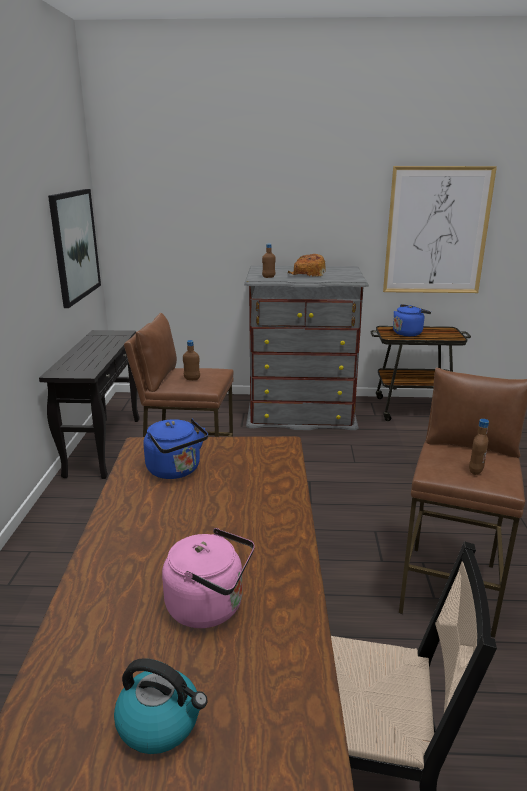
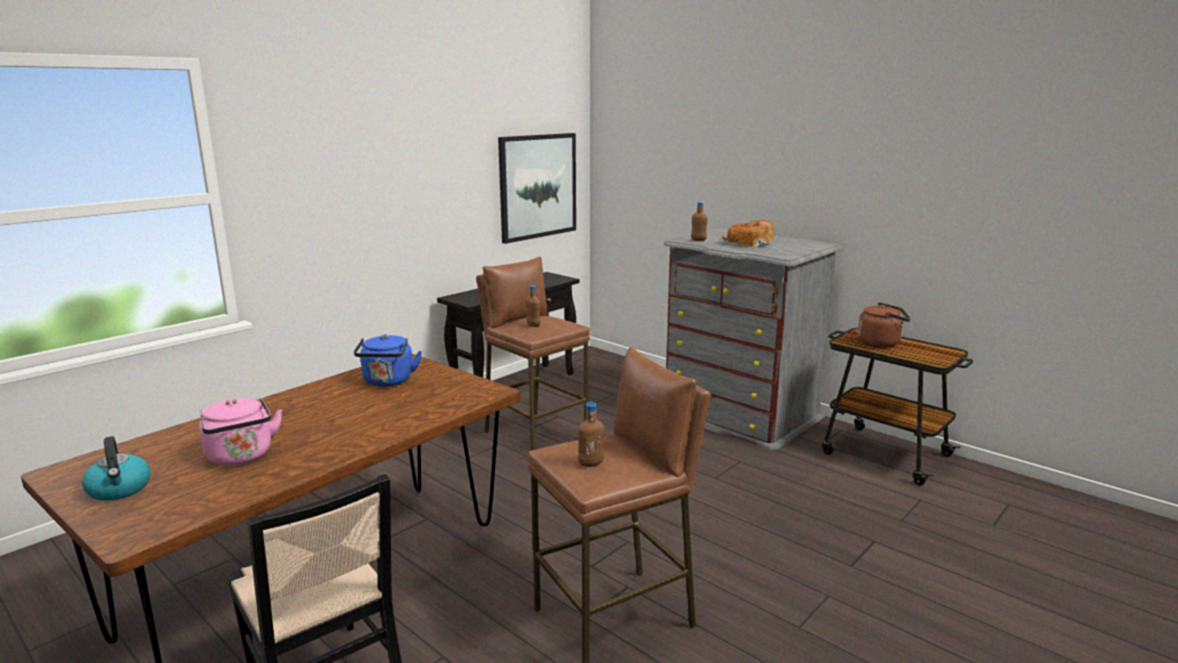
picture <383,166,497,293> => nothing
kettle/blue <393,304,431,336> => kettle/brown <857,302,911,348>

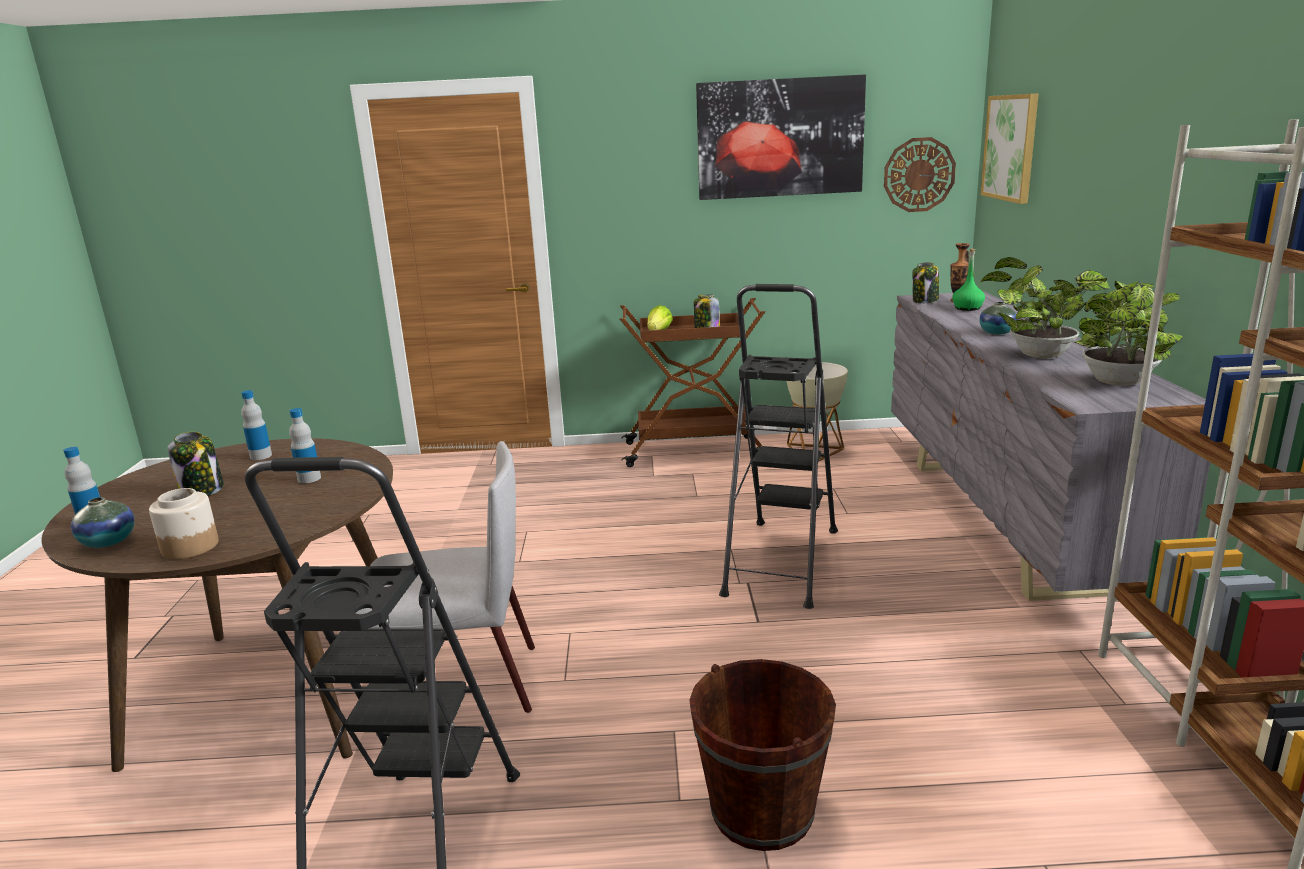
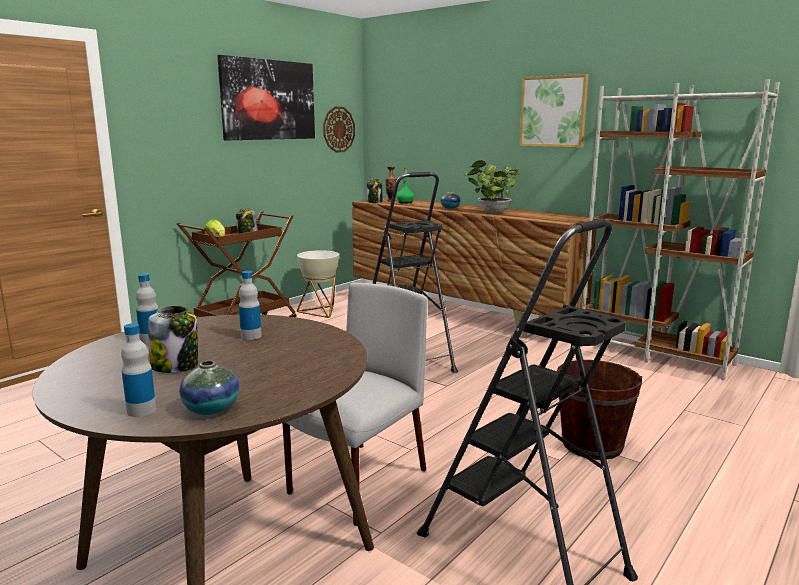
jar <149,488,219,559> => nothing
potted plant <1075,281,1183,386> => nothing
picture <981,93,1038,204> => picture <519,74,589,147>, relocated
cabinet/grey <891,291,1210,601> => cabinet/brown <352,197,596,338>

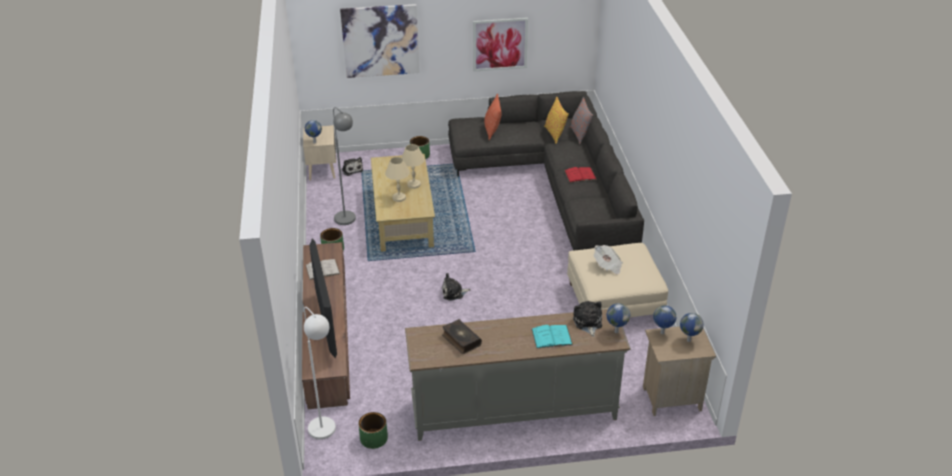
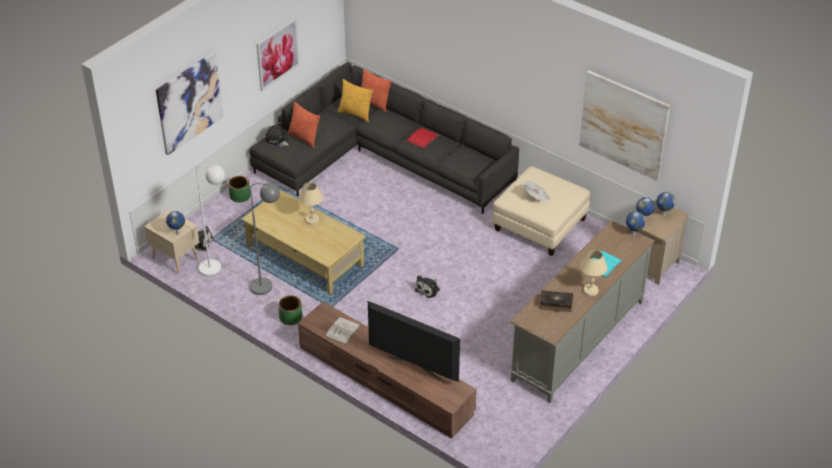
planter/green <358,412,388,449> => nothing
nothing => picture <579,70,670,181>
floor lamp/white <304,307,336,440> => floor lamp/white <196,165,225,277>, relocated
table lamp/beige <385,157,410,202> => table lamp/beige <580,250,607,296>, relocated
plush toy <573,301,602,337> => plush toy <265,122,289,147>, relocated
pillow/grey <570,97,593,144> => pillow/orange <361,69,392,112>

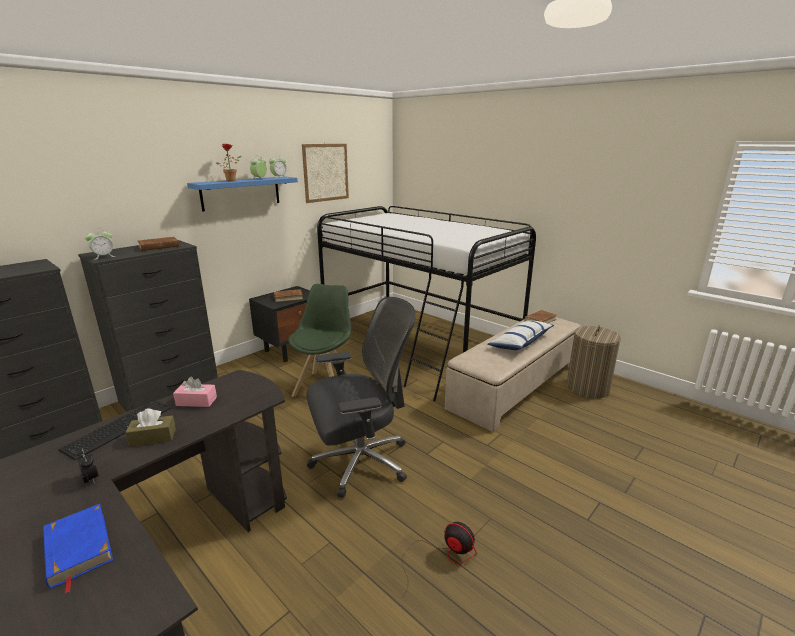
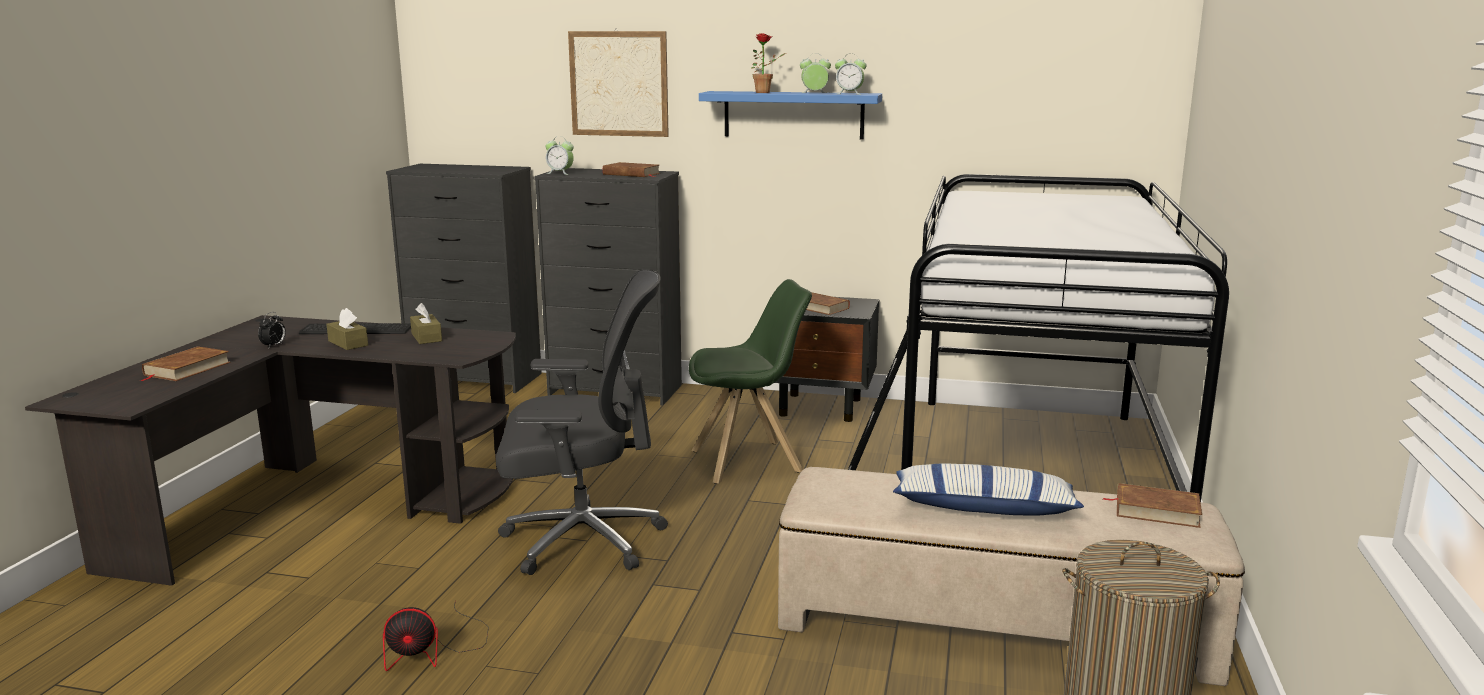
picture <302,143,349,203> => picture <568,28,669,137>, relocated
book/blue <43,504,113,594> => book/brown <140,346,231,381>
tissue box/pink <173,377,217,407> => tissue box/brown <410,303,442,344>
office chair <306,297,416,498> => office chair <496,269,668,575>, 45 degrees counterclockwise
fan <401,522,477,599> => fan <383,600,489,671>, 75 degrees clockwise

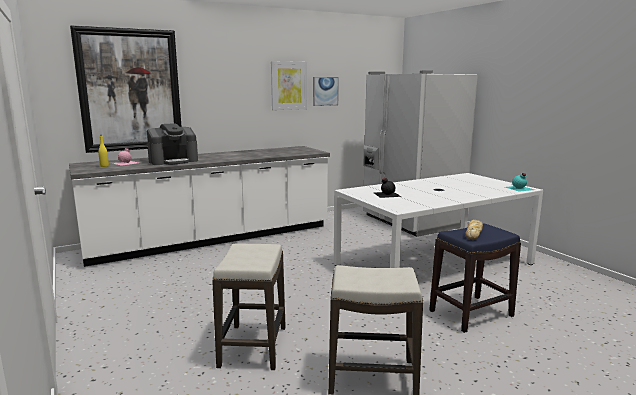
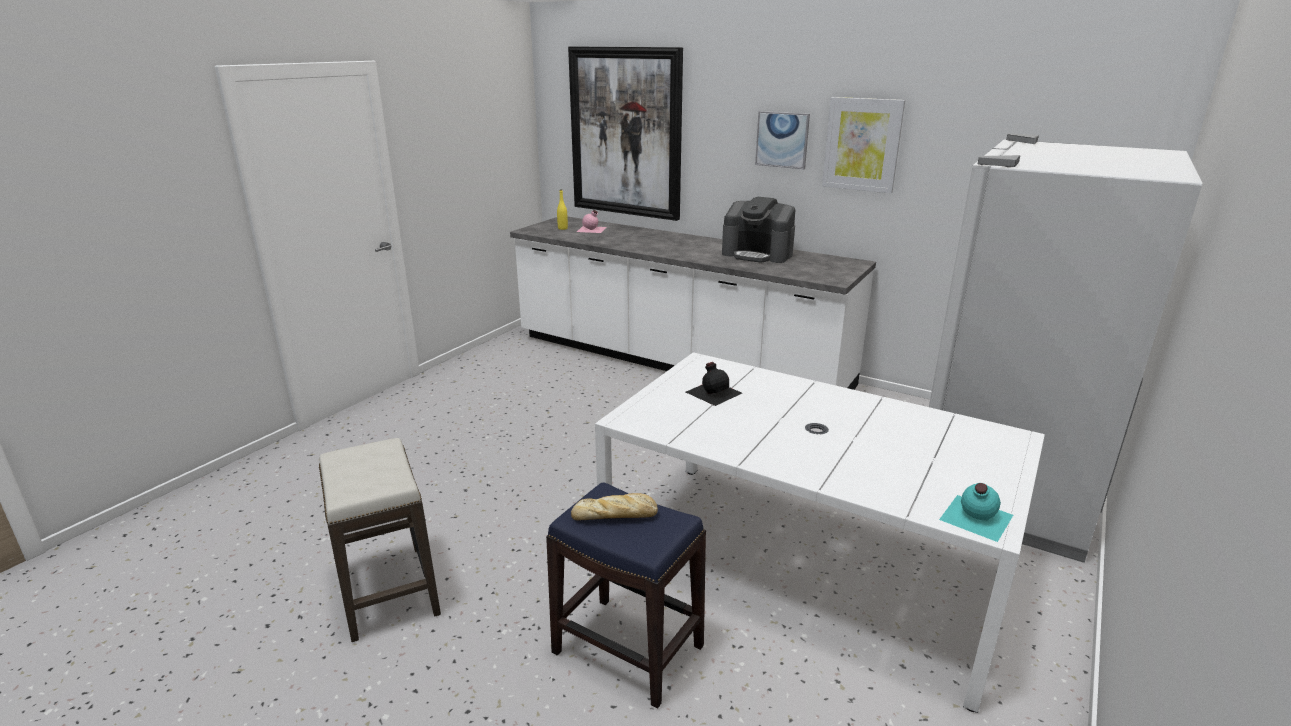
stool <212,244,286,370> => nothing
coffee machine <147,123,198,165> => coffee machine <722,197,795,263>, relocated
picture <313,77,339,106> => picture <755,111,810,169>, relocated

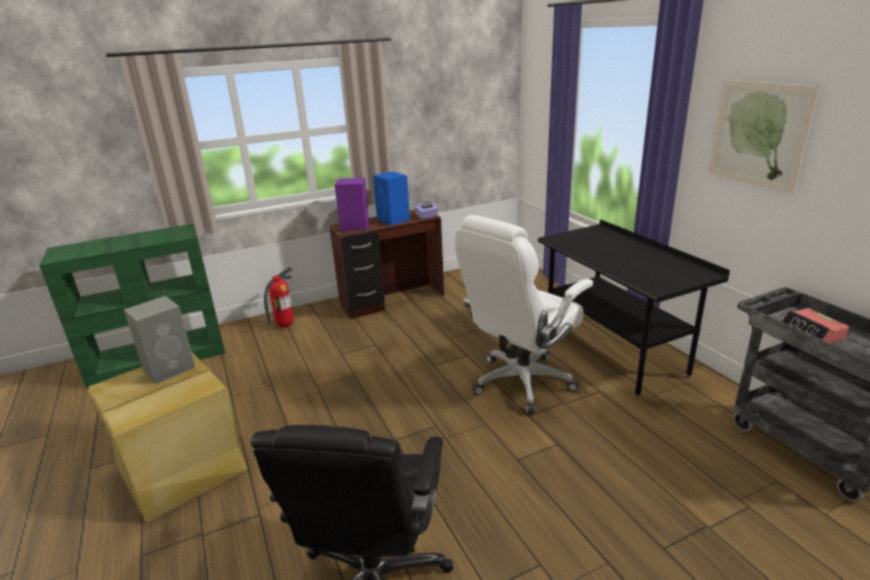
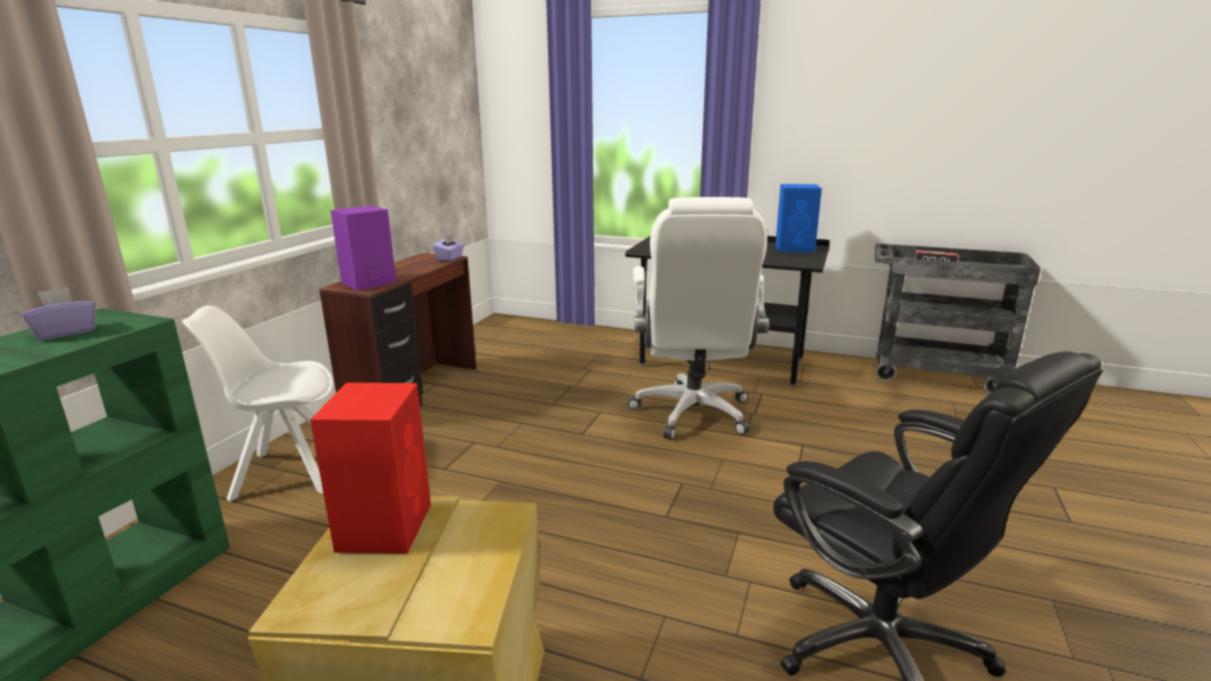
picture <708,80,820,194> => nothing
nothing => tissue box/purple <22,287,96,341>
speaker/blue <373,171,410,226> => speaker/blue <775,184,822,253>, relocated
fire extinguisher <264,267,294,327> => chair/white <182,306,333,501>
speaker/grey <124,296,195,384> => speaker/red <310,383,431,554>

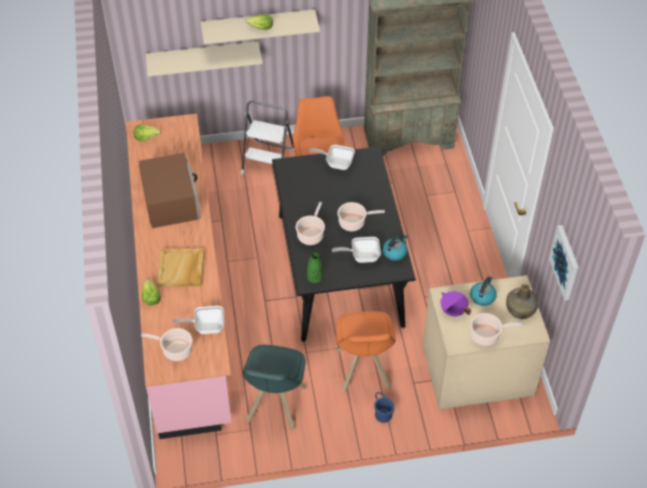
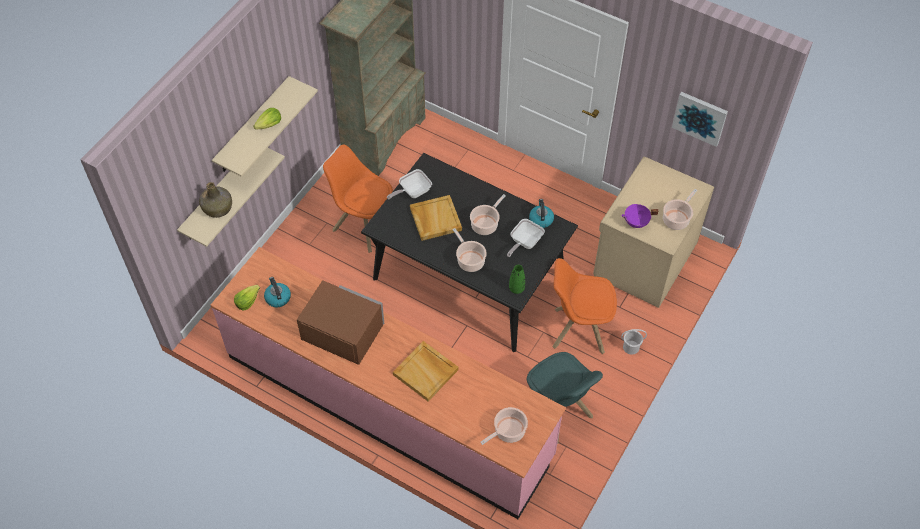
lettuce <142,278,161,306> => nothing
frying pan <172,306,224,334> => nothing
step ladder/white <240,101,294,174> => nothing
nothing => tray/beige <410,195,462,241>
kettle <470,276,497,306> => kettle <264,277,291,307>, relocated
bottle/green <506,284,539,319> => bottle/green <199,182,232,218>, relocated
bucket/blue <374,392,394,423> => bucket/white <621,329,647,355>
chair/orange <336,311,396,393> => chair/orange <552,258,617,354>, 150 degrees clockwise

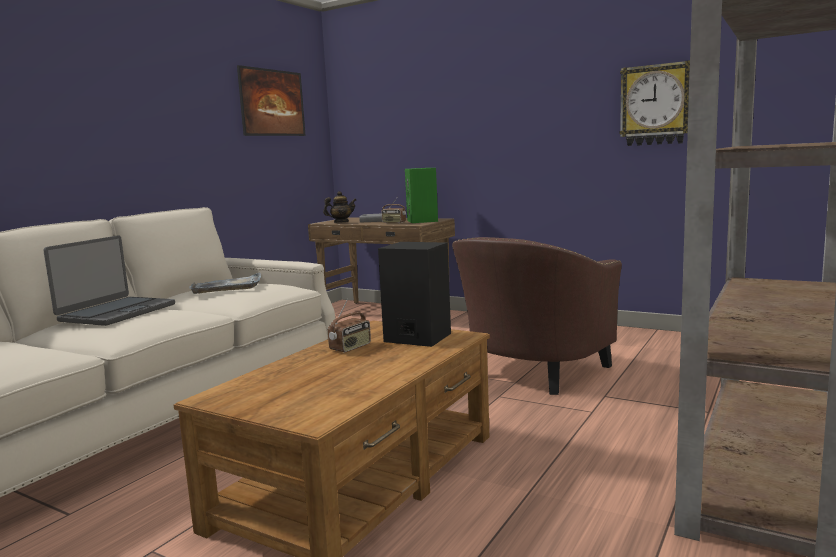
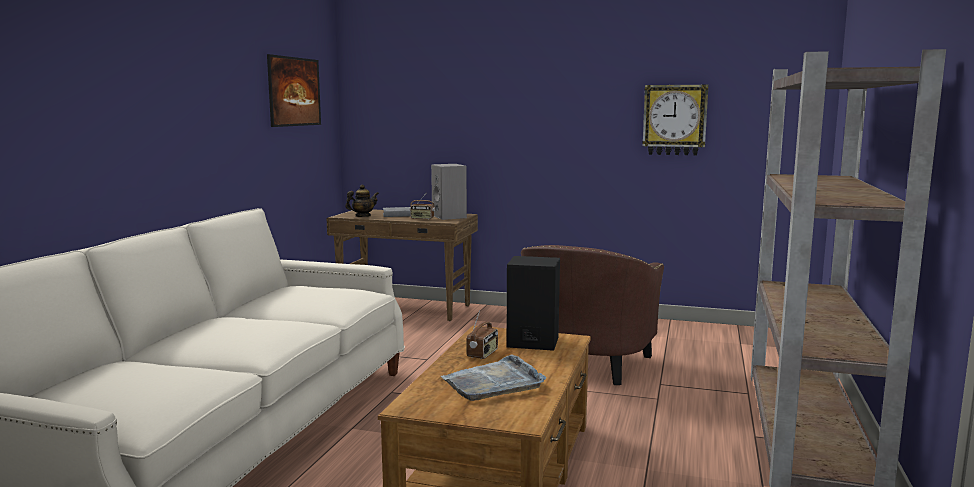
laptop <43,235,175,326> => nothing
tray/grey <189,273,261,294> => tray/grey <441,354,546,401>, relocated
speaker/green <405,168,438,223> => speaker/grey <431,164,467,220>

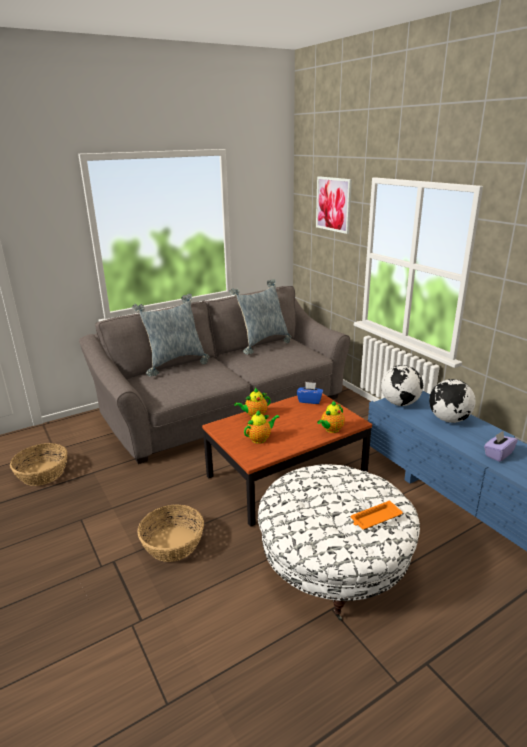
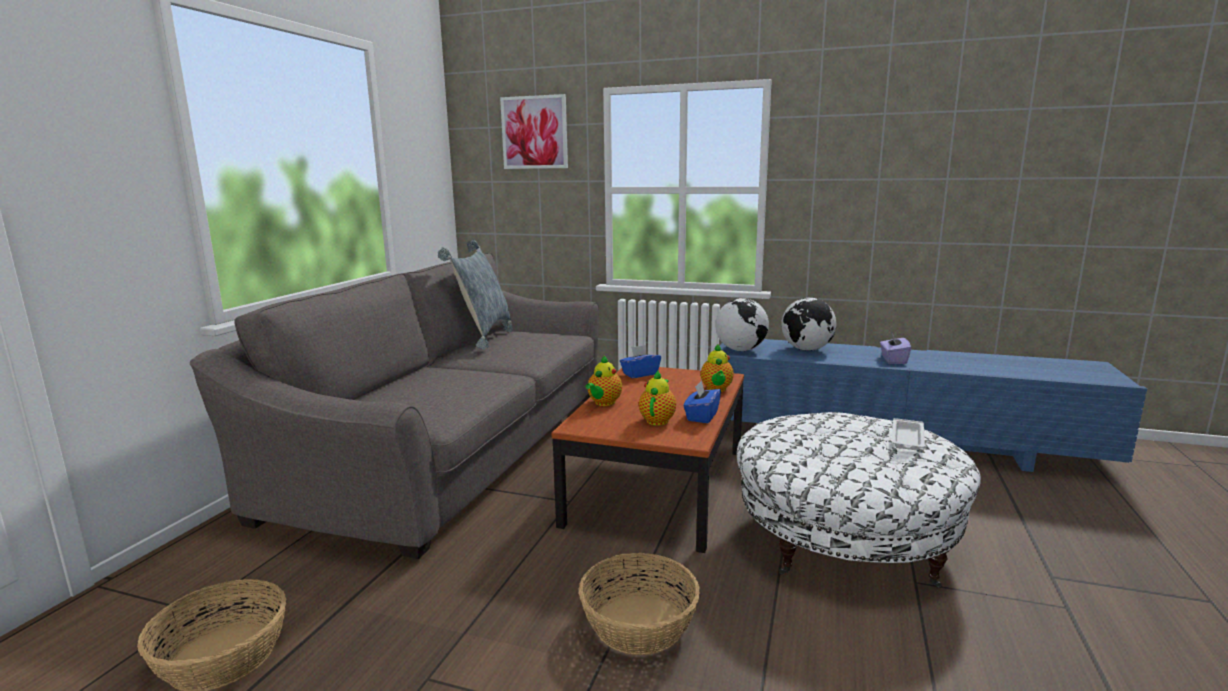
pillow <132,294,210,377> => nothing
nothing => tissue box/blue <684,380,721,423>
tray/orange <351,501,403,529> => tray/white <892,418,925,450>

